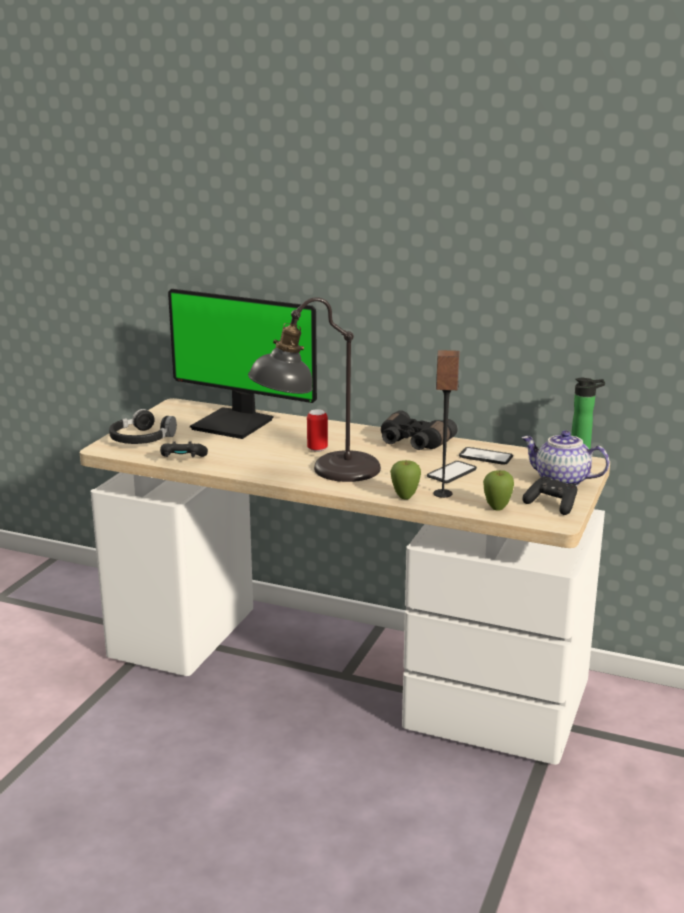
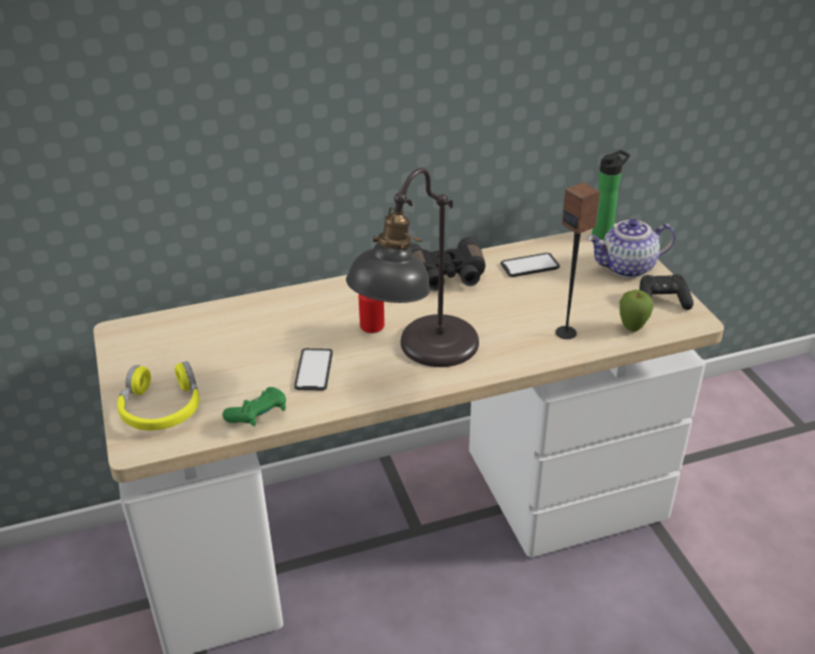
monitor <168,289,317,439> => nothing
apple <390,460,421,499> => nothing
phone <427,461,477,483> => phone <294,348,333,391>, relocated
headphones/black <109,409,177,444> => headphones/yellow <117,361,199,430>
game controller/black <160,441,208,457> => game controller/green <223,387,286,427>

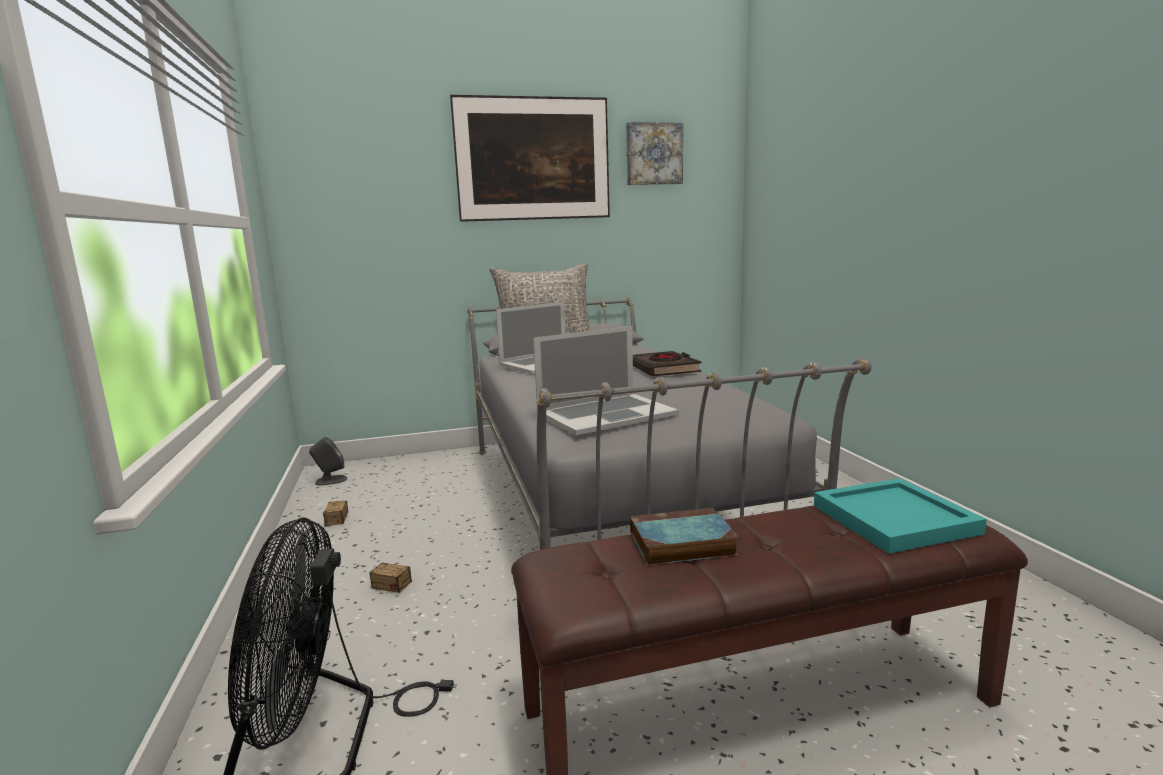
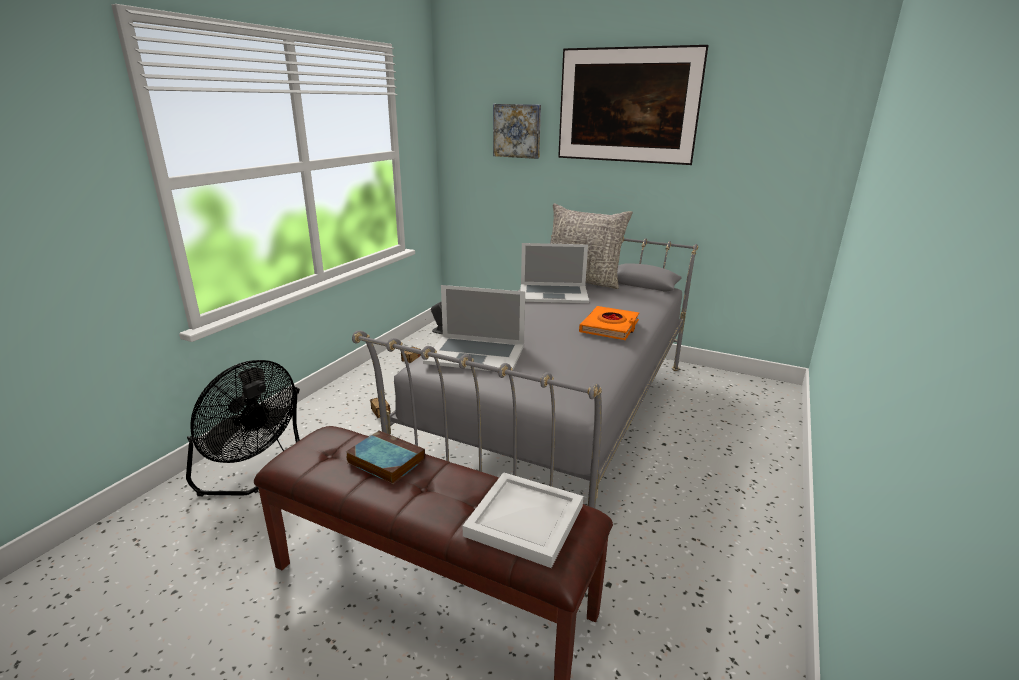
picture <626,122,683,185> => picture <493,104,541,159>, relocated
book/black <633,351,701,376> => book/orange <579,306,639,340>
tray/turquoise <814,478,987,554> => tray/white <463,472,583,568>

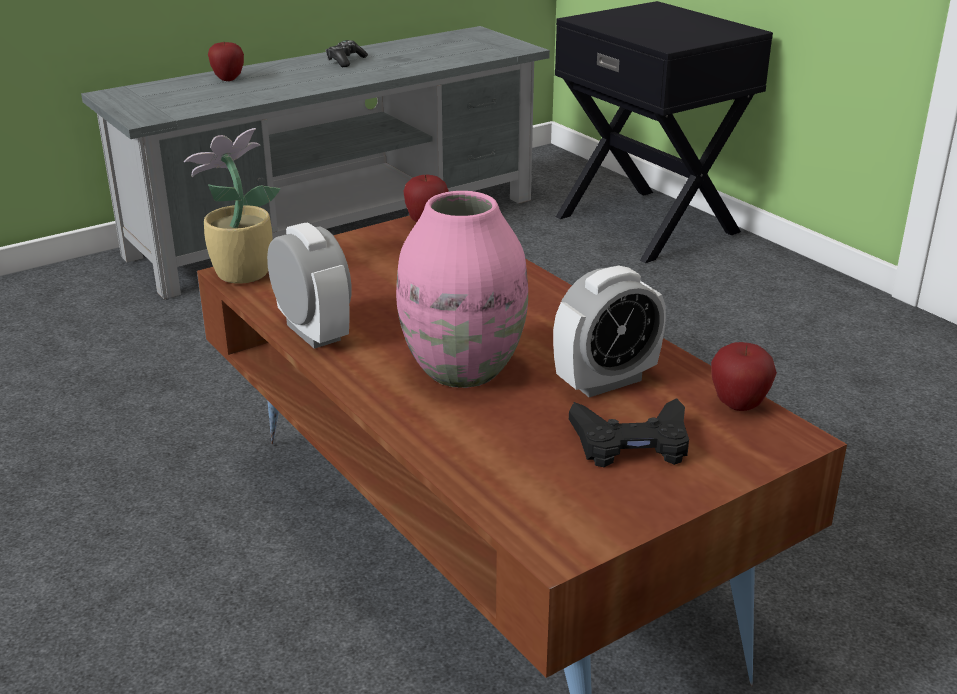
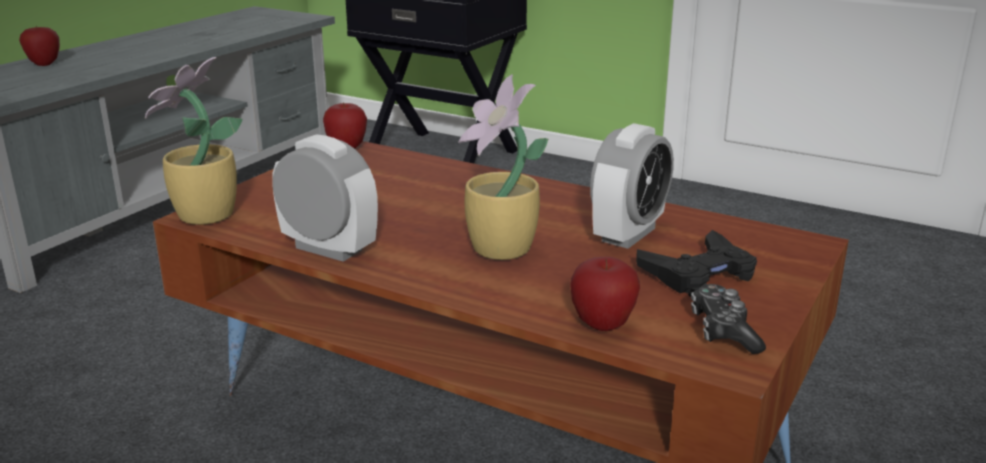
game controller <326,40,368,67> => game controller <691,284,766,354>, relocated
apple <711,342,777,411> => apple <570,257,640,331>, relocated
vase/pink <396,191,528,388> => potted plant <458,74,548,260>

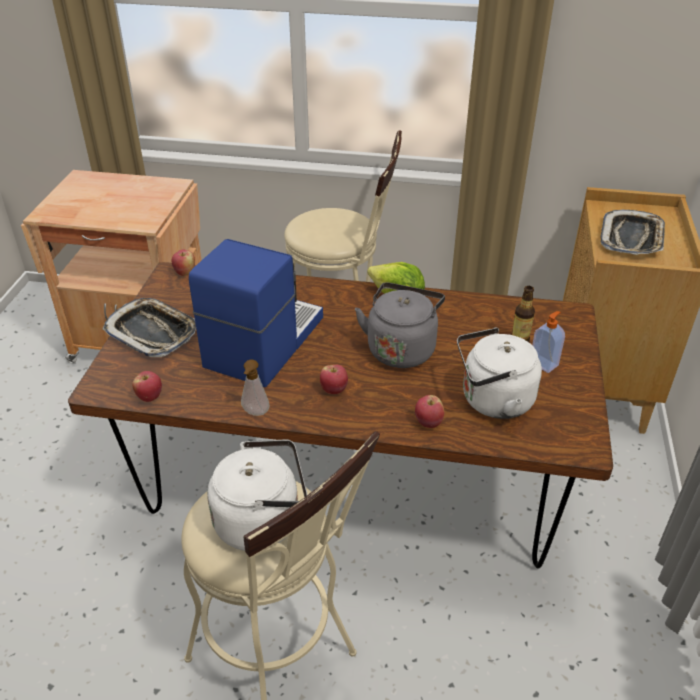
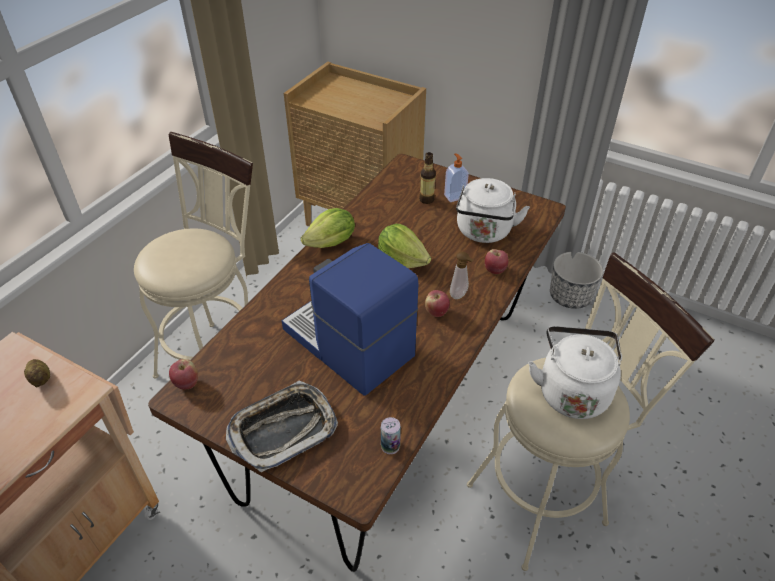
tray <600,210,665,255> => nothing
nothing => potato <24,359,50,387>
nothing => planter <550,252,603,309>
soap dispenser <241,360,269,416> => soap dispenser <450,252,474,299>, relocated
apple <132,371,162,402> => can <381,417,401,454>
kettle/grey <355,282,445,368> => lettuce <378,224,431,268>

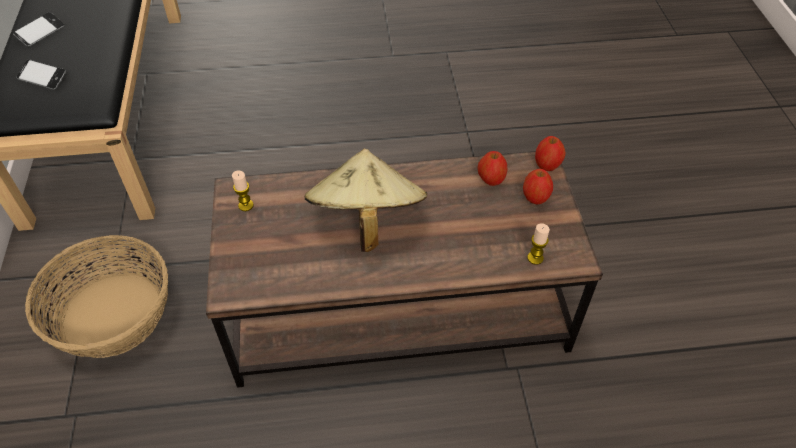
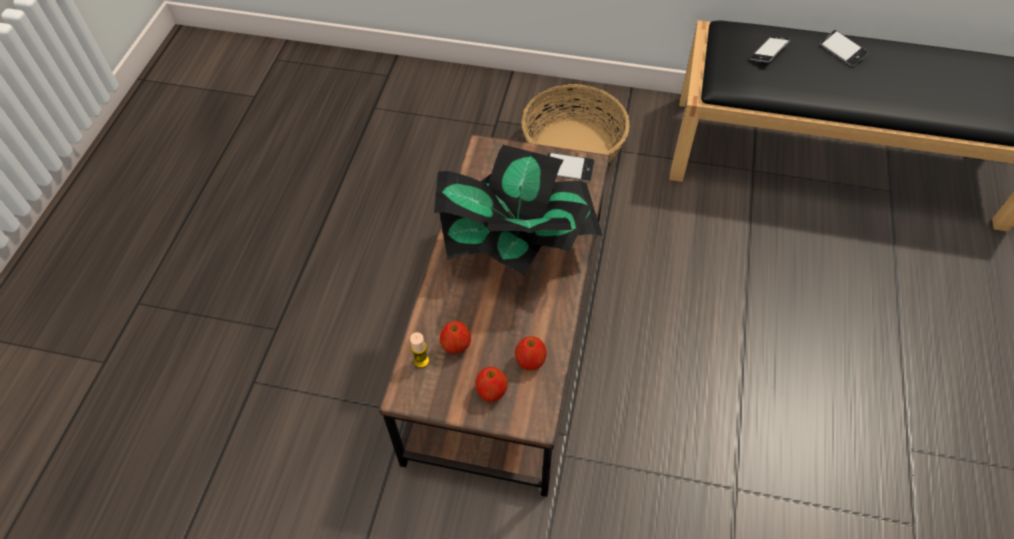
apple <535,136,566,171> => apple <440,321,471,353>, relocated
candle <232,170,254,211> => phone <547,152,595,181>
hat/beige <305,149,427,252> => potted plant <434,145,603,275>

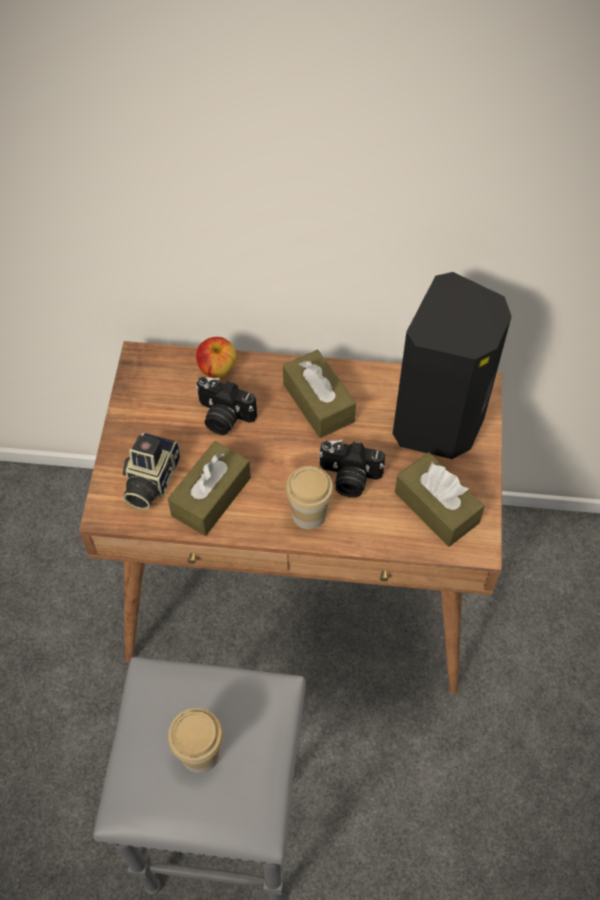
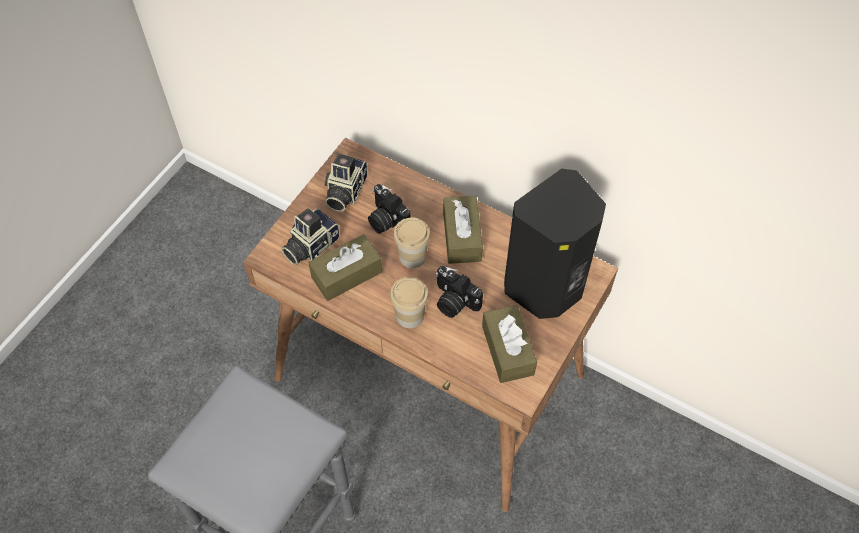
apple <196,337,236,378> => nothing
nothing => photo camera <325,154,368,212>
cup <168,708,223,773> => cup <393,218,430,268>, relocated

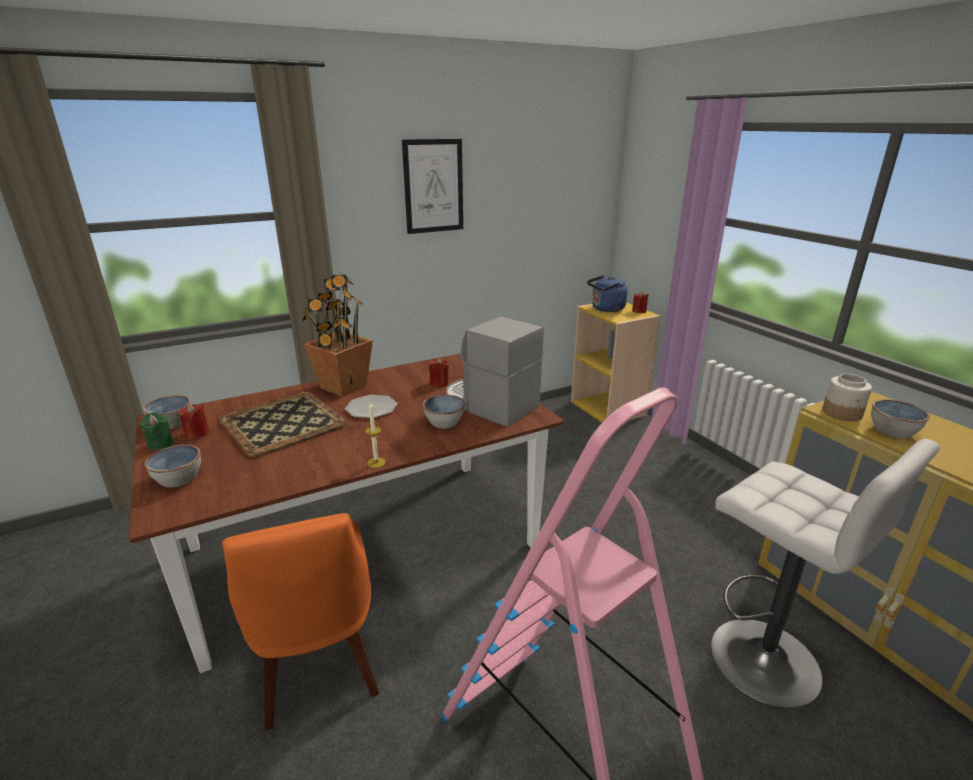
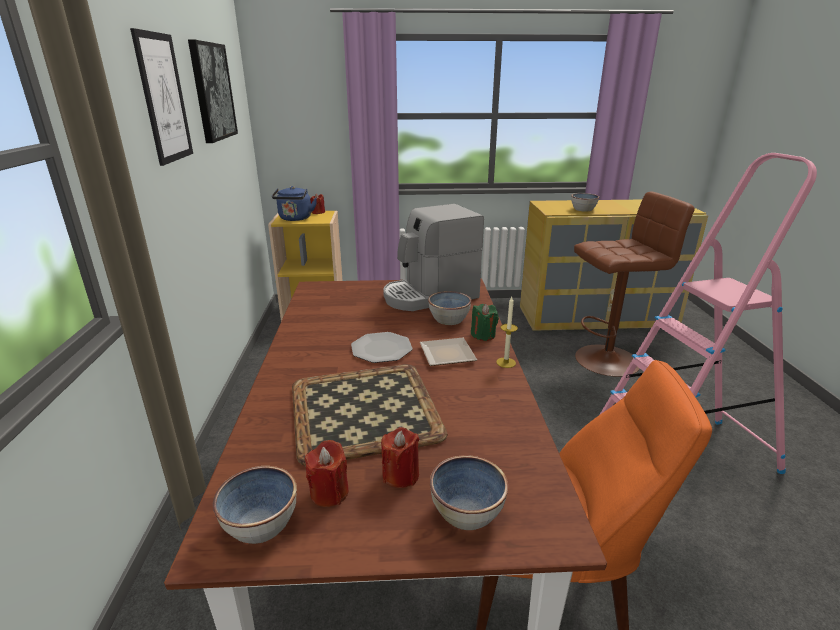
potted plant <303,274,373,397> => nothing
jar <822,374,872,421> => nothing
nothing => picture <188,40,238,143>
nothing => plate <420,338,477,366>
candle/green <139,412,174,451> => candle/green <471,304,499,341>, relocated
candle/red <429,358,449,387> => candle/red <381,427,419,488>, relocated
stool/white <711,439,940,708> => stool/brown <574,191,695,377>

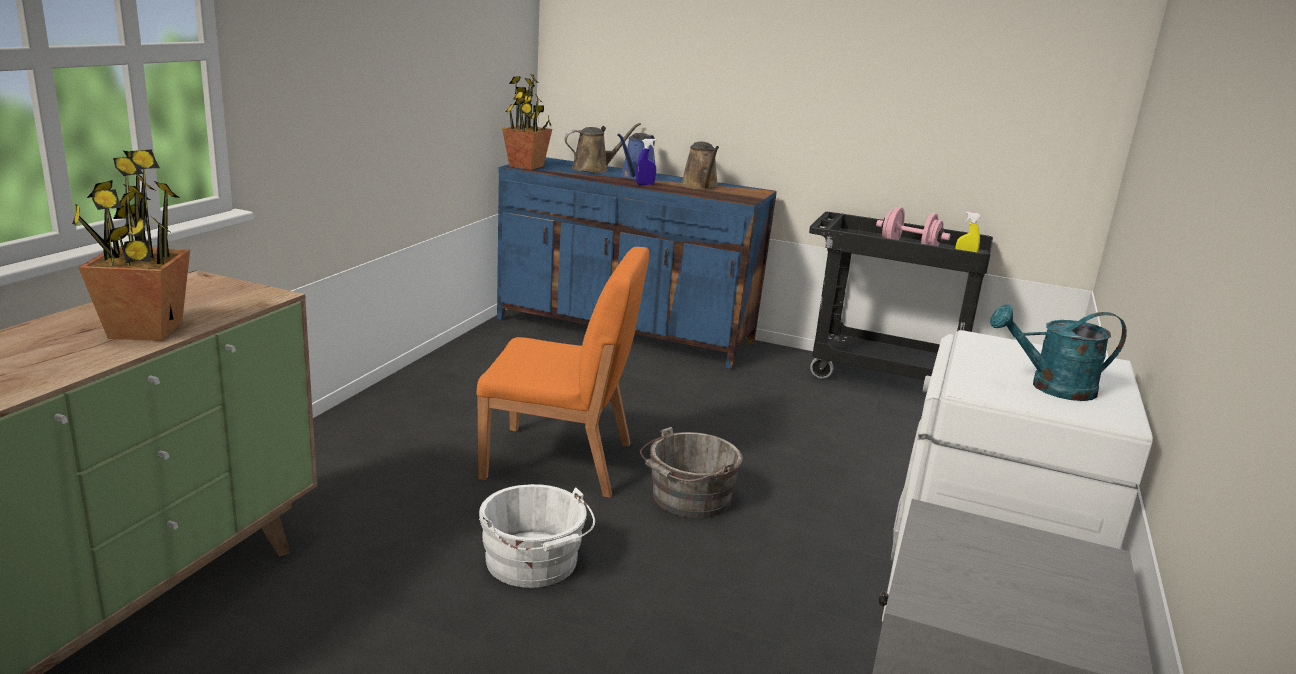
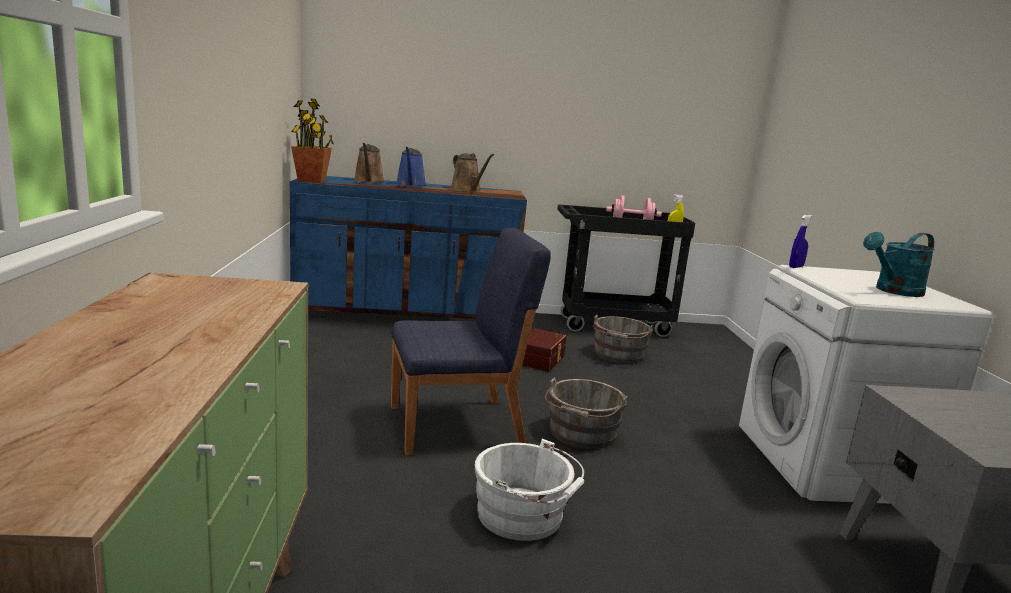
potted plant <72,150,190,341> => nothing
nothing => storage box/brown <522,328,567,372>
nothing => bucket/grey <593,314,653,364>
spray bottle/blue <636,139,656,185> => spray bottle/blue <789,215,812,268>, relocated
chair/orange <477,247,649,498> => chair/blue <391,228,551,455>
watering can/brown <565,123,641,173> => watering can/brown <354,143,385,183>, 135 degrees clockwise

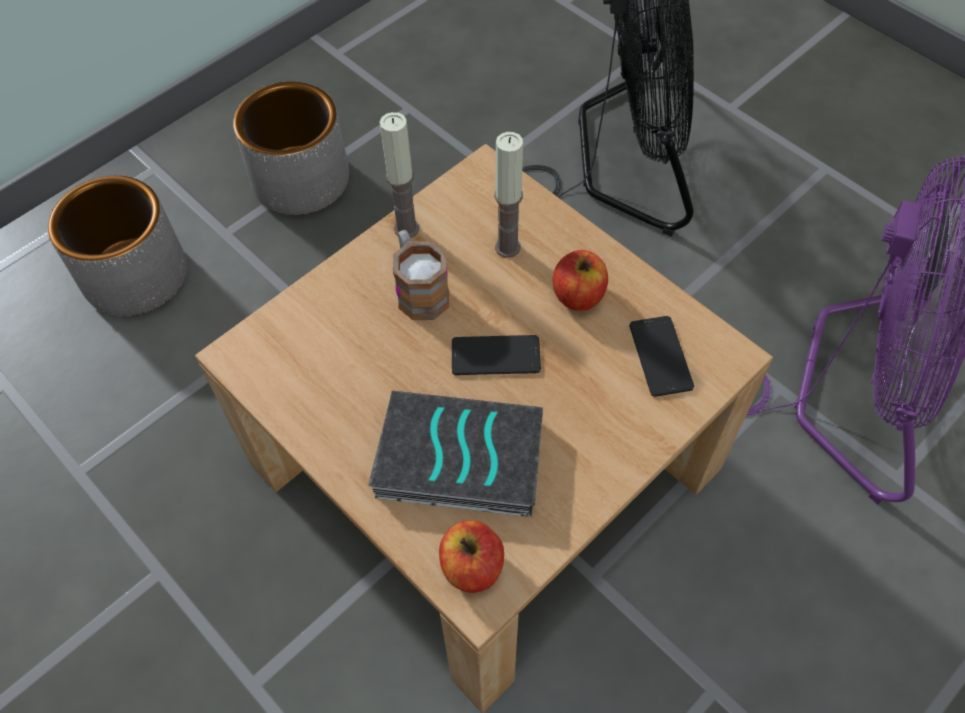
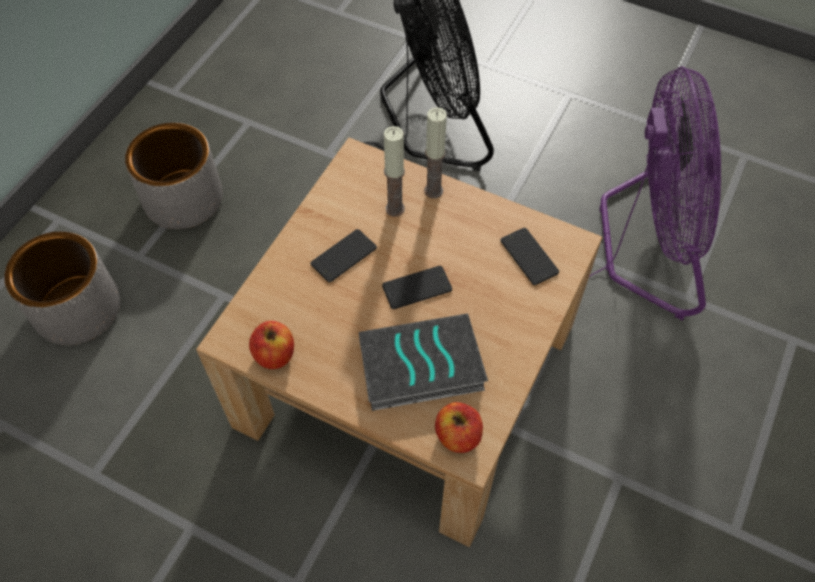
candle <380,112,419,238> => candle <424,107,447,198>, relocated
apple <553,250,608,311> => apple <249,321,294,369>, relocated
mug <393,230,449,320> => phone <311,229,377,282>

